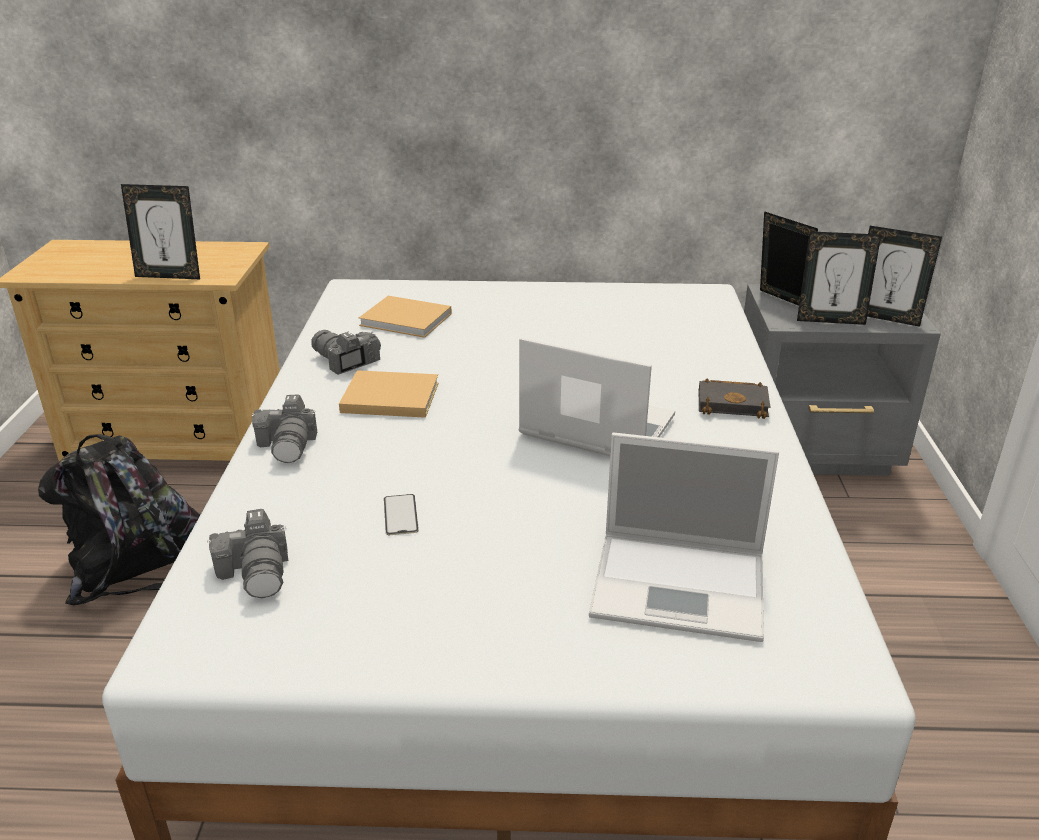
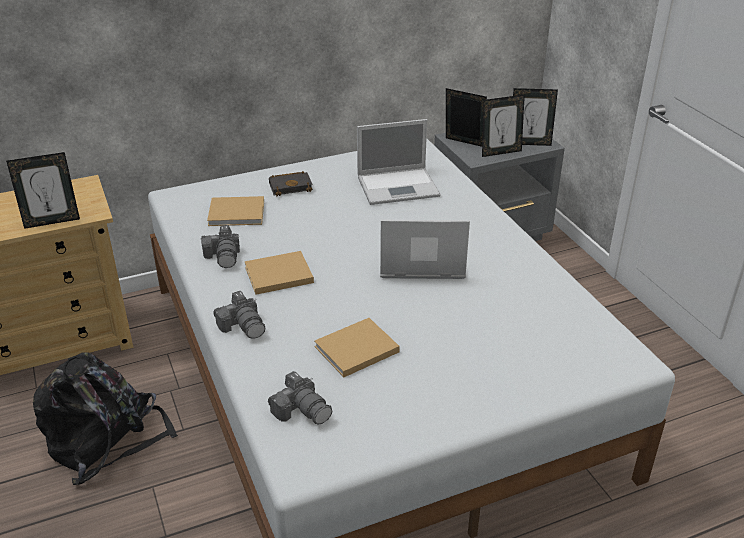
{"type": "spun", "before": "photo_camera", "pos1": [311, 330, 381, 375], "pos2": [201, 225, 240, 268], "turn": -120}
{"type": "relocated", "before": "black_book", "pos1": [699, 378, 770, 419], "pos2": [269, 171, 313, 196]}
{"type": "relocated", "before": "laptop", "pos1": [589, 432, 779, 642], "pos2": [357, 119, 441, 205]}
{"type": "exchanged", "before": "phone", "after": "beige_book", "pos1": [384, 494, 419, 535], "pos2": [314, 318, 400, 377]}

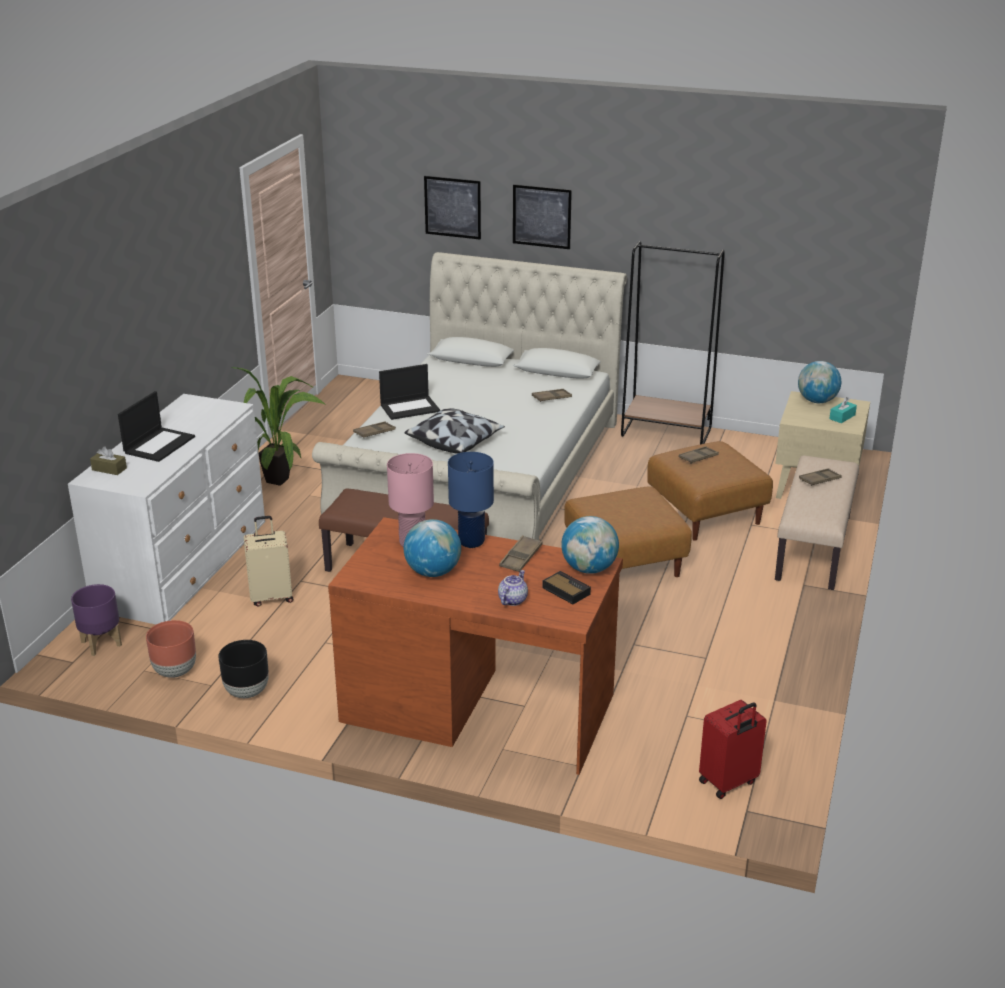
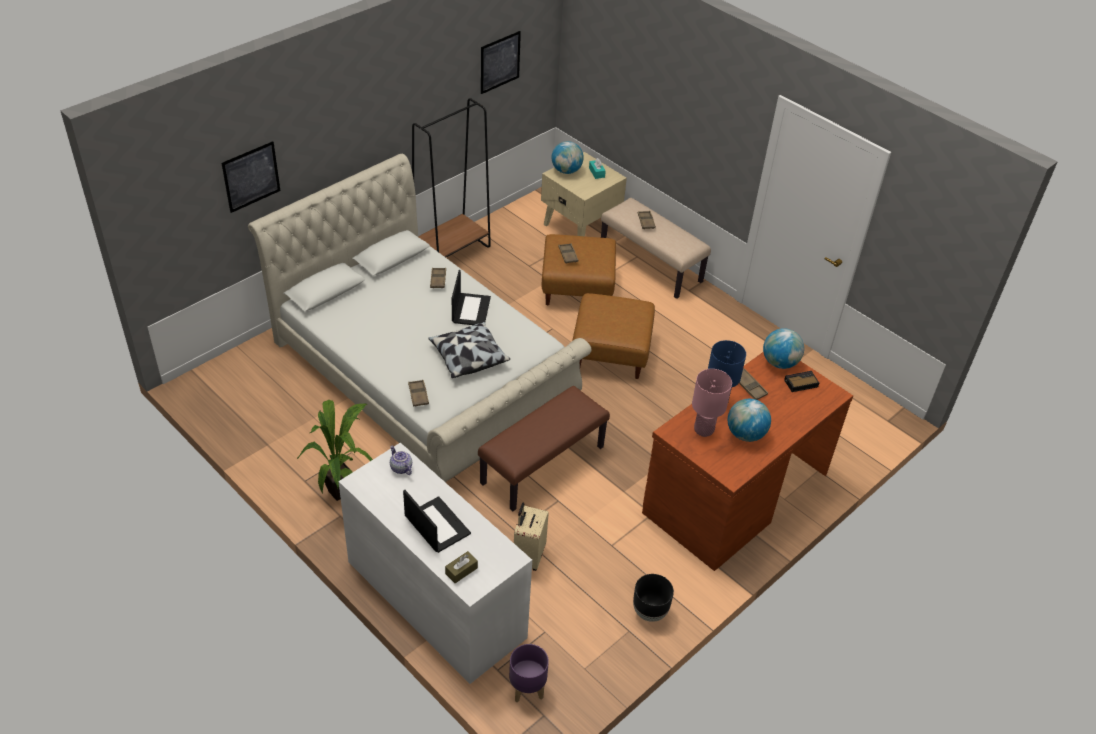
{"type": "relocated", "before": "picture", "pos1": [513, 184, 572, 249], "pos2": [481, 31, 521, 94]}
{"type": "relocated", "before": "laptop", "pos1": [379, 364, 440, 420], "pos2": [452, 270, 491, 325]}
{"type": "relocated", "before": "teapot", "pos1": [498, 570, 528, 606], "pos2": [390, 446, 412, 475]}
{"type": "missing", "before": "brown_planter", "pos1": [146, 620, 196, 678]}
{"type": "missing", "before": "red_suitcase", "pos1": [699, 700, 767, 799]}

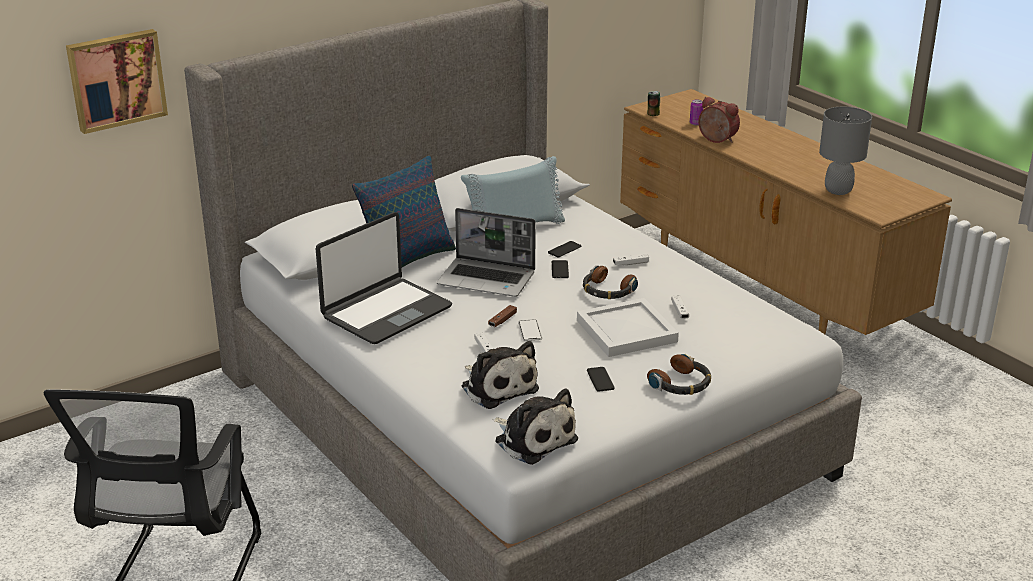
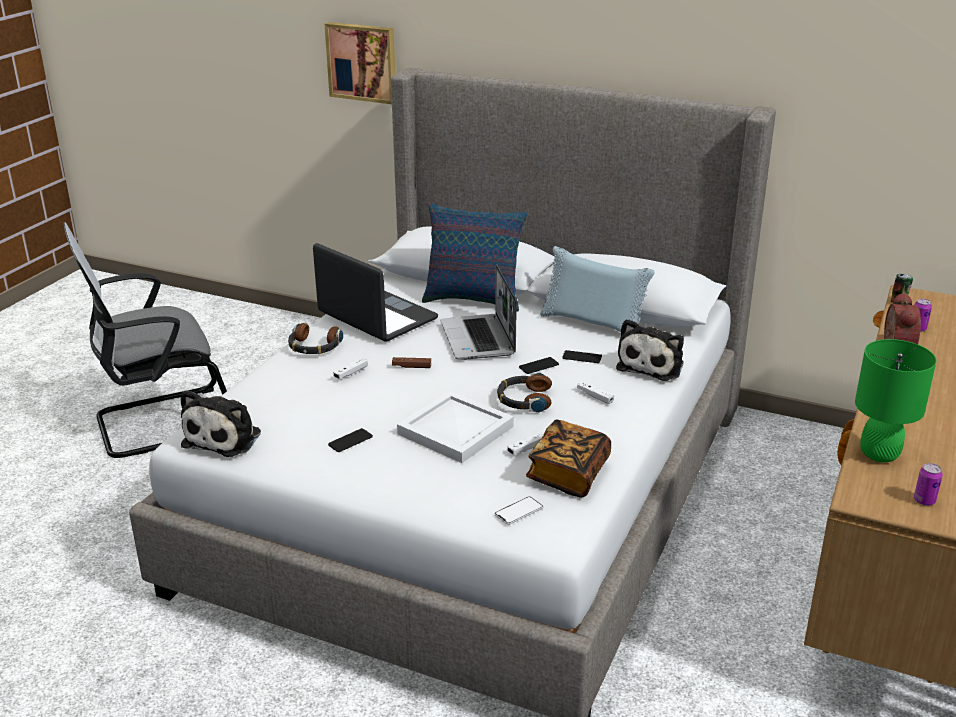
{"type": "colour", "before": "grey_table_lamp", "after": "green_table_lamp", "pos1": [819, 107, 872, 195], "pos2": [855, 339, 936, 463]}
{"type": "spun", "before": "laptop", "pos1": [316, 212, 452, 344], "pos2": [313, 243, 438, 342], "turn": -150}
{"type": "relocated", "before": "phone", "pos1": [518, 319, 542, 341], "pos2": [495, 496, 543, 525]}
{"type": "relocated", "before": "plush_toy", "pos1": [461, 341, 539, 409], "pos2": [616, 319, 684, 381]}
{"type": "relocated", "before": "headphones", "pos1": [647, 354, 711, 395], "pos2": [288, 323, 343, 354]}
{"type": "appeared", "after": "book", "pos2": [526, 419, 611, 497]}
{"type": "appeared", "after": "can", "pos2": [914, 463, 943, 506]}

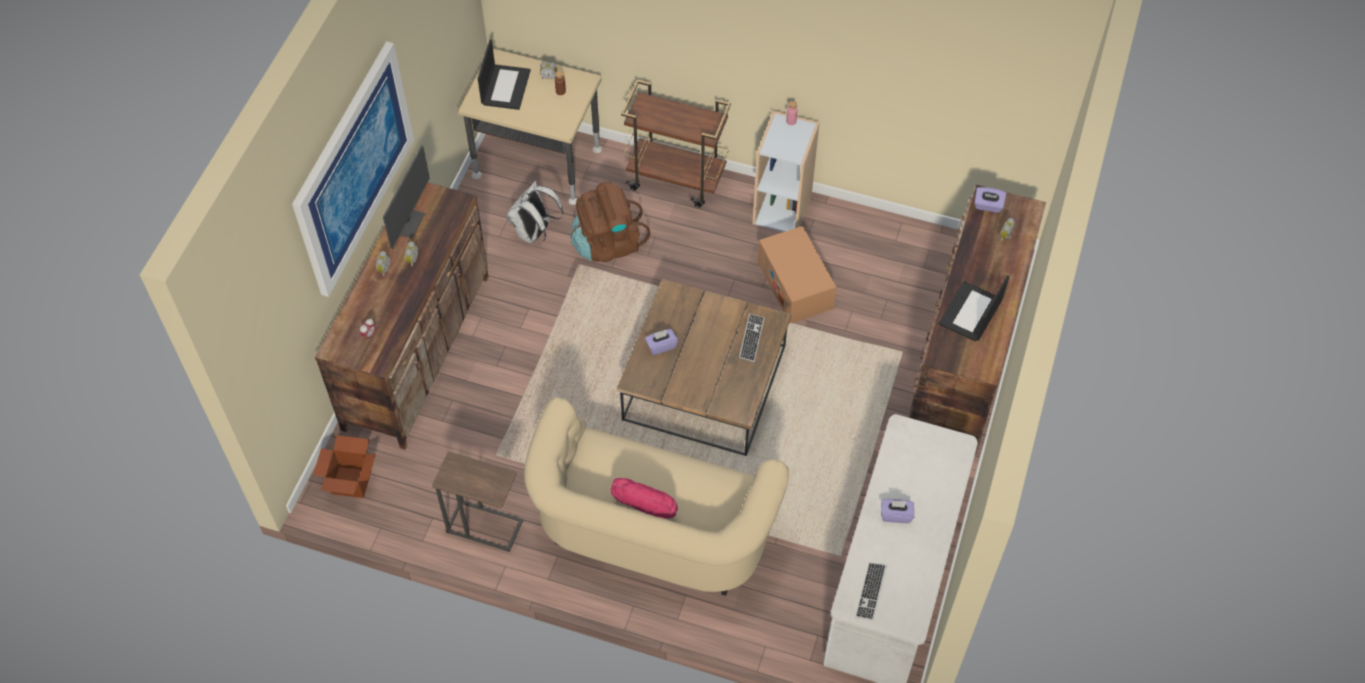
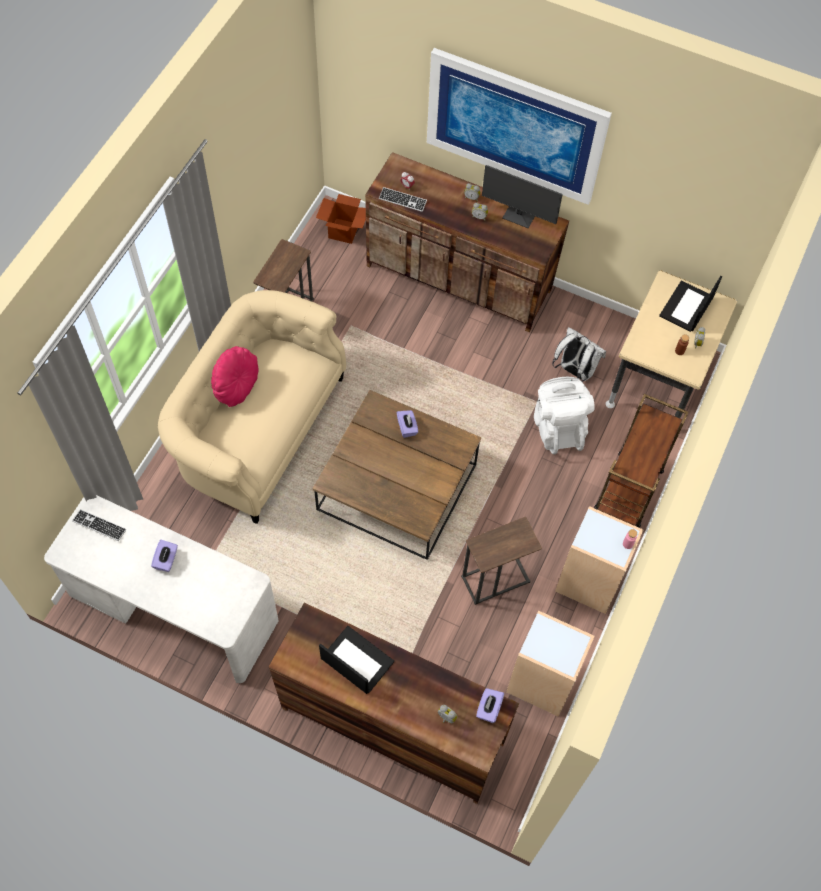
{"type": "spun", "before": "laptop", "pos1": [478, 40, 531, 110], "pos2": [659, 276, 722, 332], "turn": 105}
{"type": "colour", "before": "brown_backpack", "after": "white_backpack", "pos1": [570, 181, 650, 262], "pos2": [534, 377, 595, 454]}
{"type": "exchanged", "before": "cardboard_box", "after": "brown_side_table", "pos1": [758, 226, 836, 323], "pos2": [461, 517, 542, 605]}
{"type": "relocated", "before": "keyboard", "pos1": [739, 313, 764, 362], "pos2": [379, 187, 427, 212]}
{"type": "appeared", "after": "bookcase", "pos2": [506, 610, 595, 717]}

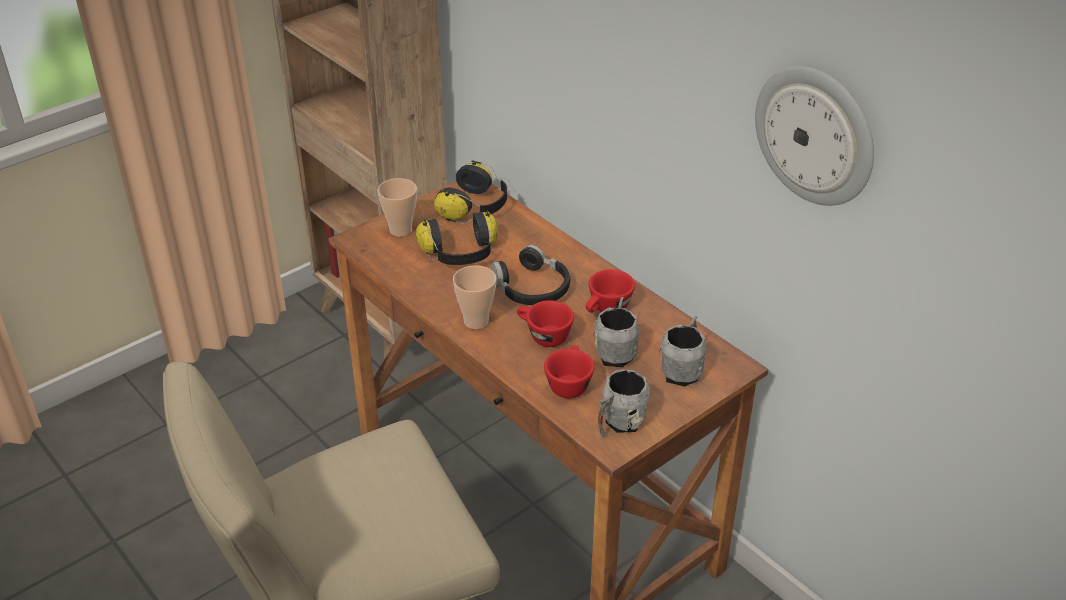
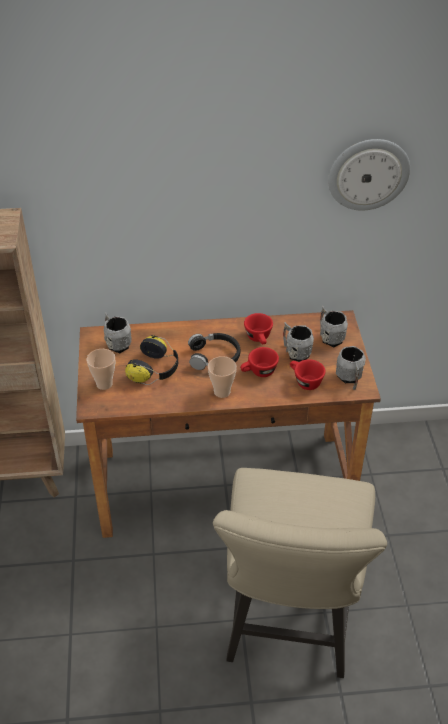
{"type": "exchanged", "before": "headphones", "after": "grey_mug", "pos1": [434, 160, 507, 224], "pos2": [104, 312, 132, 354]}

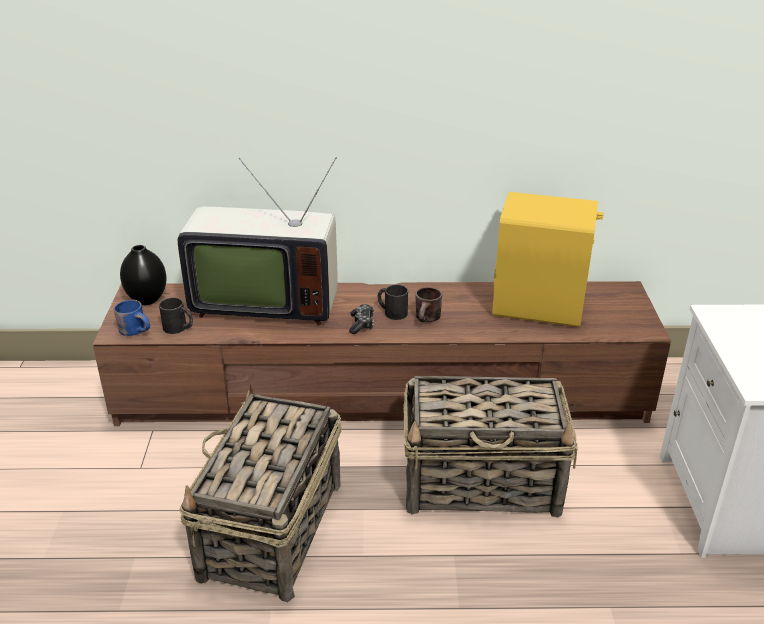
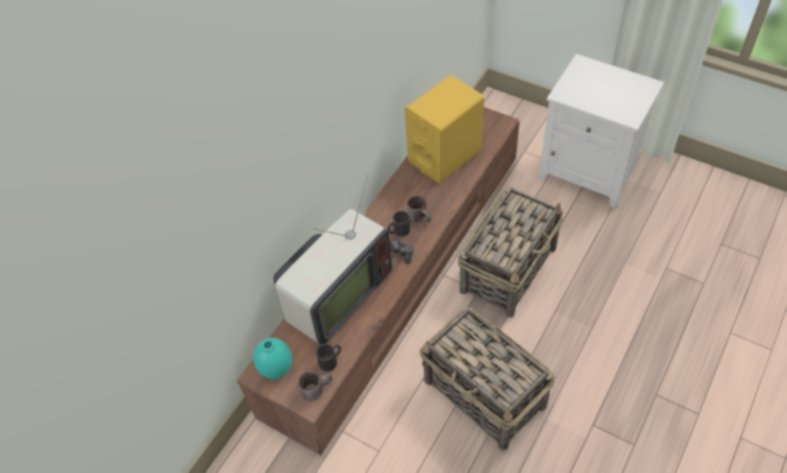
{"type": "colour", "before": "black_vase", "after": "turquoise_vase", "pos1": [120, 245, 166, 305], "pos2": [253, 338, 292, 379]}
{"type": "colour", "before": "blue_mug", "after": "brown_mug", "pos1": [114, 300, 150, 336], "pos2": [298, 371, 332, 400]}

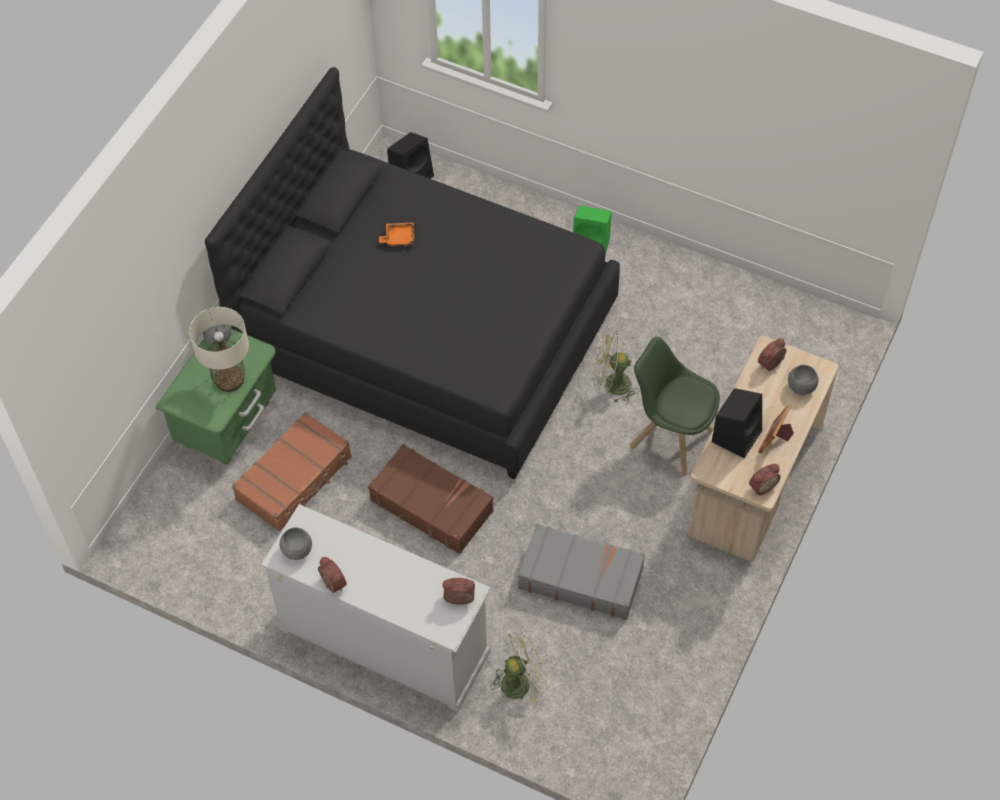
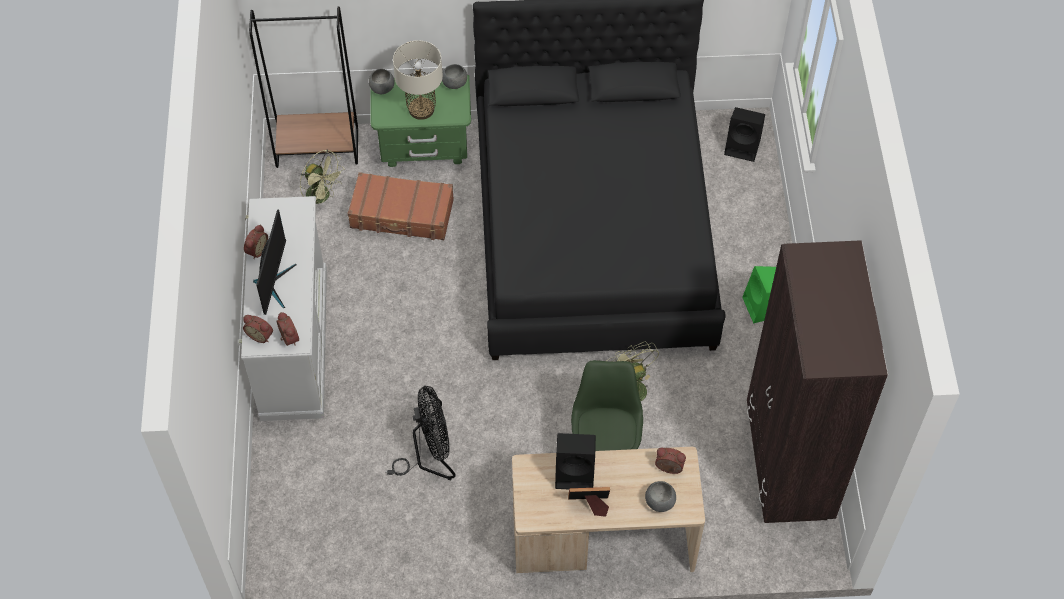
{"type": "missing", "before": "orange_tray", "pos1": [379, 222, 415, 246]}
{"type": "missing", "before": "brown_suitcase", "pos1": [368, 444, 494, 554]}
{"type": "relocated", "before": "alarm_clock", "pos1": [749, 464, 781, 495], "pos2": [243, 315, 273, 343]}
{"type": "exchanged", "before": "grey_suitcase", "after": "black_fan", "pos1": [518, 524, 645, 620], "pos2": [386, 386, 456, 481]}
{"type": "relocated", "before": "grey_bowl", "pos1": [280, 528, 312, 560], "pos2": [369, 69, 395, 94]}
{"type": "relocated", "before": "green_fan", "pos1": [490, 628, 549, 703], "pos2": [300, 149, 345, 204]}
{"type": "appeared", "after": "clothes_rack", "pos2": [249, 6, 358, 168]}
{"type": "appeared", "after": "monitor", "pos2": [253, 210, 296, 315]}
{"type": "appeared", "after": "brown_wardrobe", "pos2": [747, 240, 888, 523]}

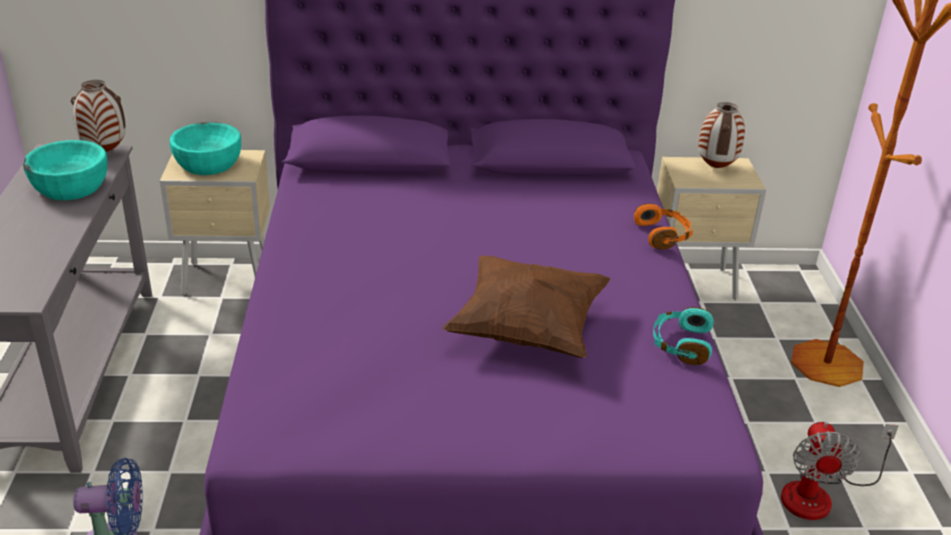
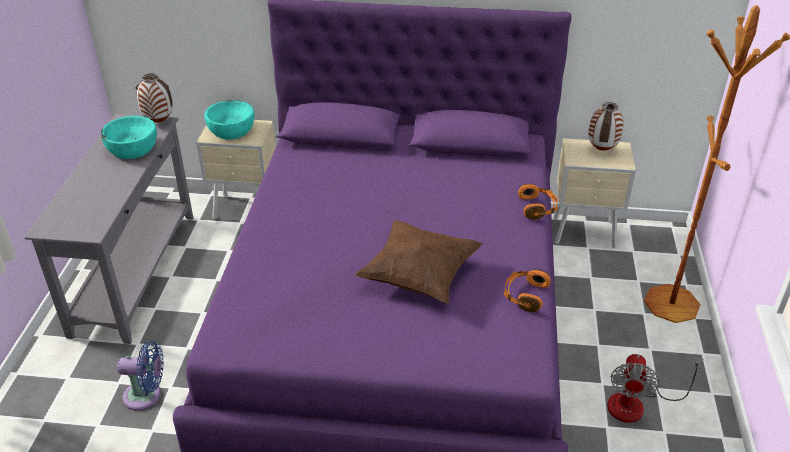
{"type": "colour", "before": "turquoise_headphones", "after": "orange_headphones", "pos1": [653, 307, 714, 365], "pos2": [504, 269, 551, 312]}

